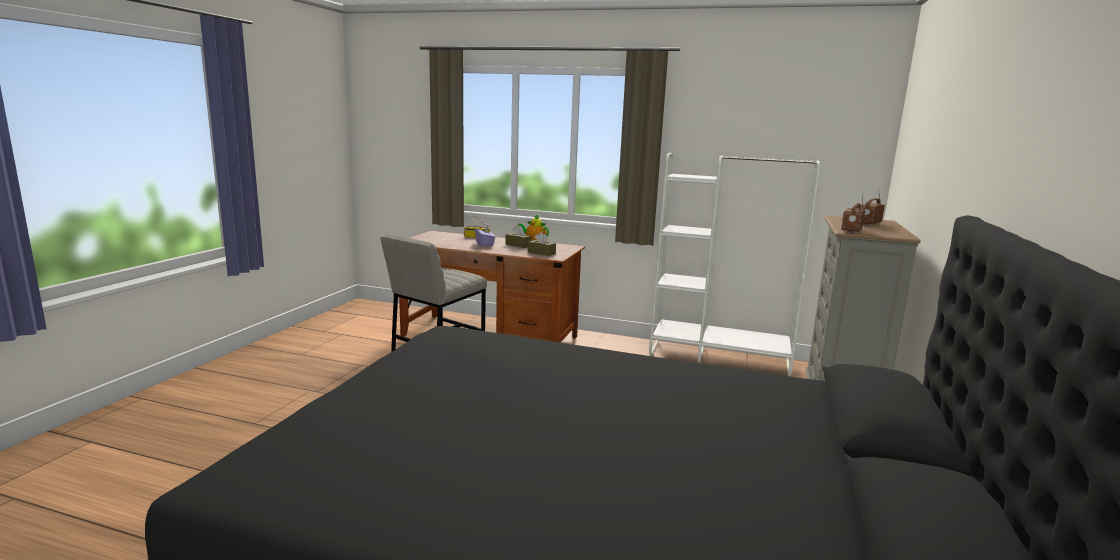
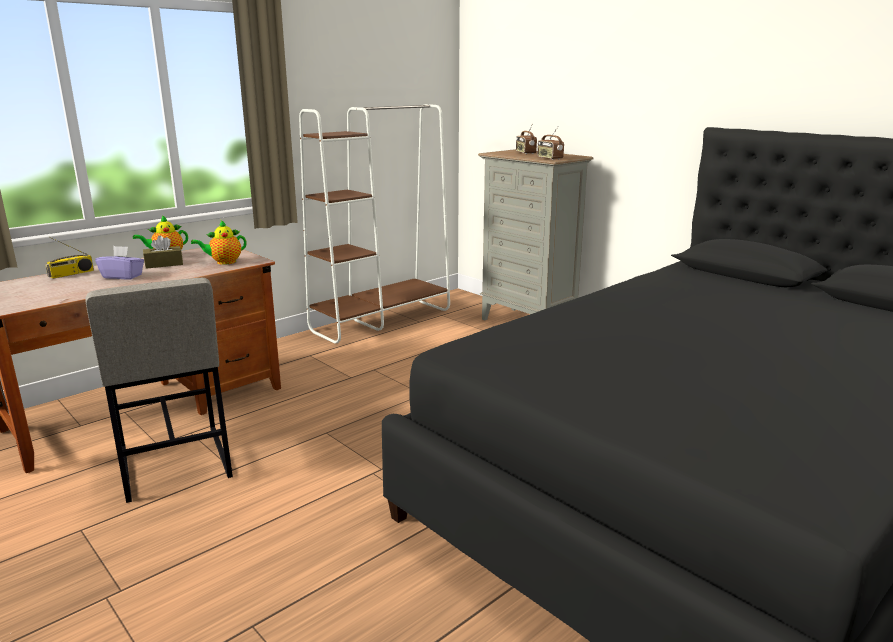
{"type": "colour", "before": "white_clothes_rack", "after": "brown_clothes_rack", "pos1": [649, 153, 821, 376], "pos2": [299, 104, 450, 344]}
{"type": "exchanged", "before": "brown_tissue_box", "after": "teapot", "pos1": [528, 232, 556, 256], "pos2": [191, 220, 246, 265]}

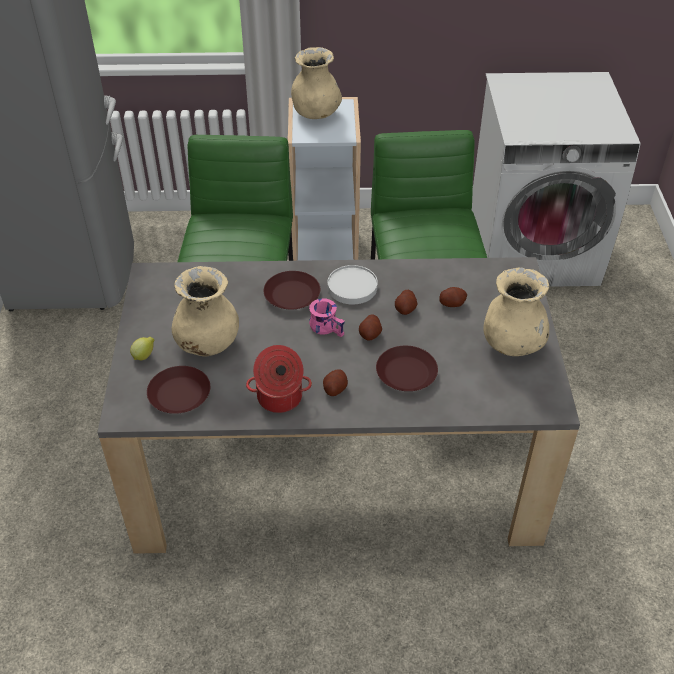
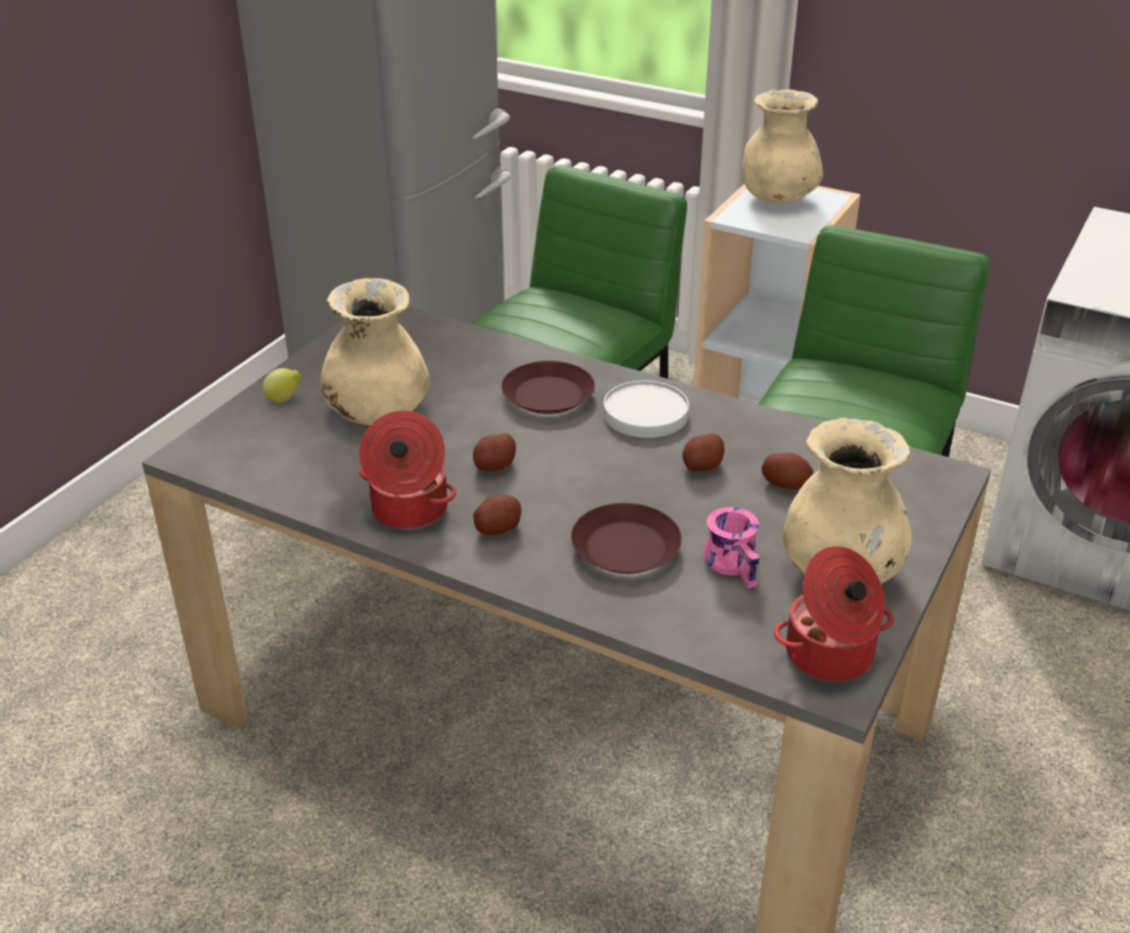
{"type": "relocated", "before": "pink_mug", "pos1": [309, 298, 345, 337], "pos2": [703, 507, 760, 589]}
{"type": "relocated", "before": "potato", "pos1": [359, 315, 382, 341], "pos2": [473, 433, 516, 471]}
{"type": "missing", "before": "brown_plate", "pos1": [147, 366, 210, 414]}
{"type": "appeared", "after": "cooking_pot", "pos2": [774, 546, 894, 682]}

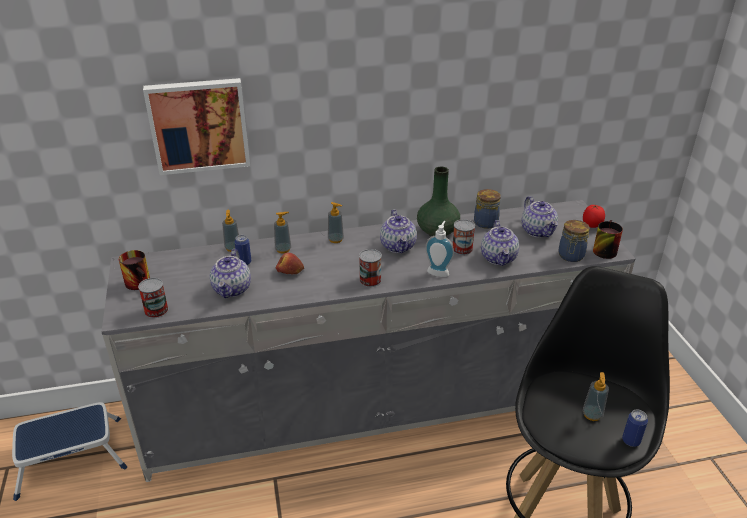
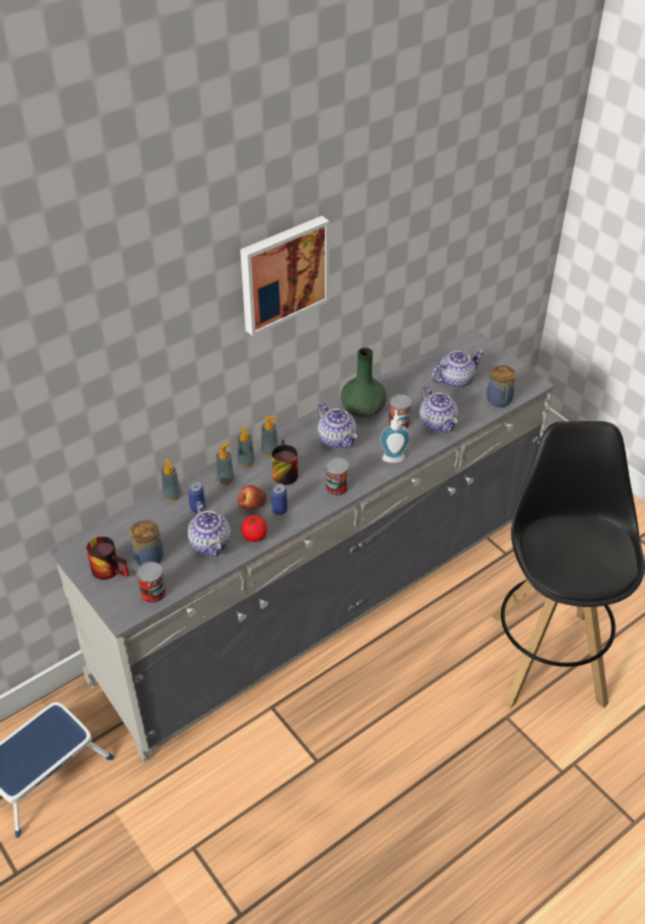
{"type": "relocated", "before": "picture", "pos1": [143, 78, 250, 175], "pos2": [240, 216, 329, 336]}
{"type": "relocated", "before": "jar", "pos1": [474, 189, 501, 229], "pos2": [130, 520, 164, 565]}
{"type": "spun", "before": "teapot", "pos1": [521, 196, 558, 238], "pos2": [431, 350, 484, 388], "turn": -75}
{"type": "relocated", "before": "tomato", "pos1": [583, 205, 605, 228], "pos2": [241, 515, 267, 542]}
{"type": "relocated", "before": "mug", "pos1": [593, 220, 623, 259], "pos2": [272, 440, 298, 485]}
{"type": "relocated", "before": "soap_dispenser", "pos1": [583, 372, 609, 421], "pos2": [237, 426, 255, 468]}
{"type": "relocated", "before": "can", "pos1": [622, 409, 648, 447], "pos2": [271, 484, 287, 515]}

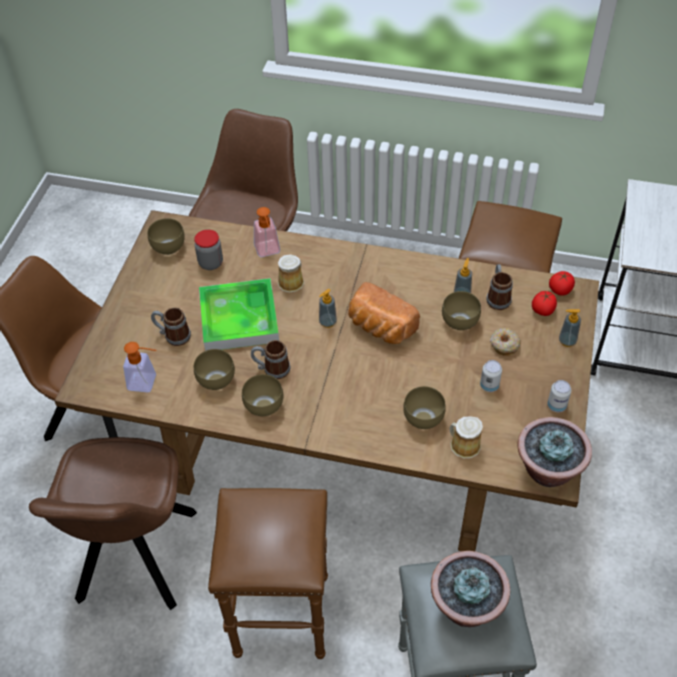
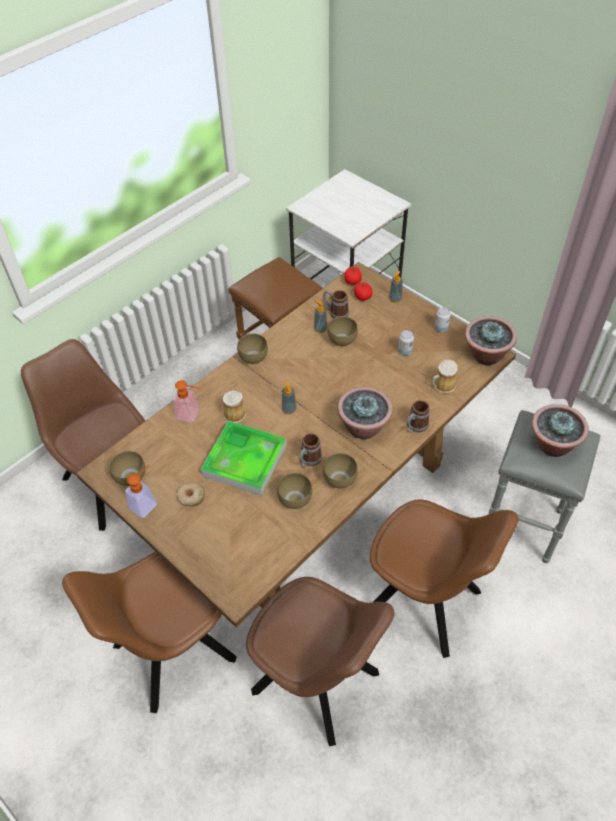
{"type": "missing", "before": "jar", "pos1": [194, 229, 223, 270]}
{"type": "missing", "before": "bread", "pos1": [348, 282, 420, 344]}
{"type": "relocated", "before": "mug", "pos1": [151, 307, 191, 346], "pos2": [407, 400, 430, 433]}
{"type": "relocated", "before": "donut", "pos1": [490, 328, 521, 356], "pos2": [177, 483, 205, 507]}
{"type": "relocated", "before": "soap_dispenser", "pos1": [123, 342, 156, 392], "pos2": [125, 465, 157, 518]}
{"type": "relocated", "before": "brown_bowl", "pos1": [403, 386, 446, 429], "pos2": [237, 333, 268, 364]}
{"type": "exchanged", "before": "brown_stool", "after": "brown_chair", "pos1": [208, 488, 328, 659], "pos2": [370, 499, 518, 658]}
{"type": "appeared", "after": "potted_plant", "pos2": [337, 387, 393, 439]}

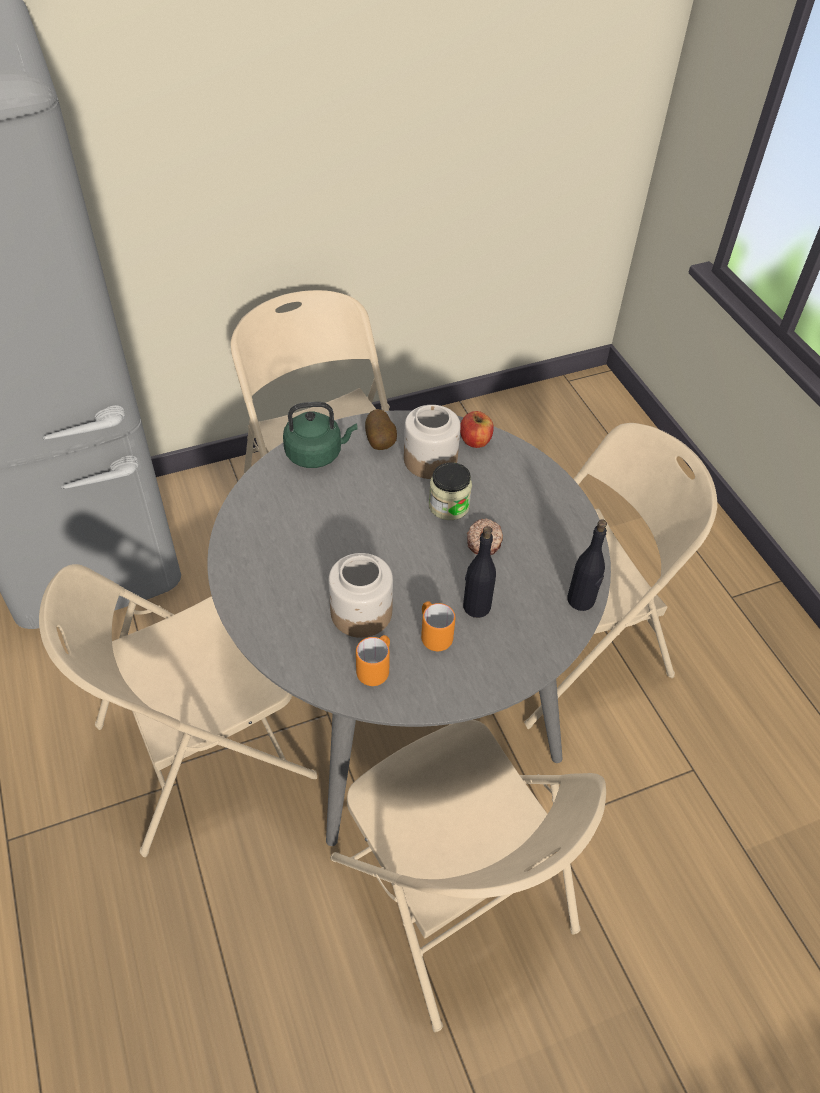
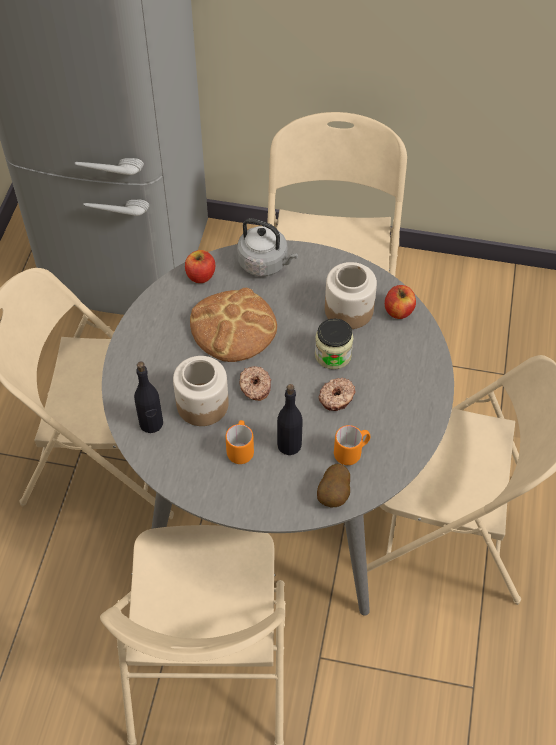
{"type": "colour", "before": "green_kettle", "after": "grey_kettle", "pos1": [283, 402, 358, 468], "pos2": [237, 218, 298, 276]}
{"type": "relocated", "before": "potato", "pos1": [365, 409, 397, 450], "pos2": [317, 464, 350, 507]}
{"type": "relocated", "before": "black_bottle", "pos1": [567, 520, 607, 611], "pos2": [134, 361, 163, 433]}
{"type": "relocated", "before": "orange_mug", "pos1": [356, 635, 390, 686], "pos2": [334, 425, 370, 465]}
{"type": "appeared", "after": "apple", "pos2": [185, 250, 215, 283]}
{"type": "appeared", "after": "bread", "pos2": [190, 287, 277, 362]}
{"type": "appeared", "after": "donut", "pos2": [239, 366, 271, 401]}

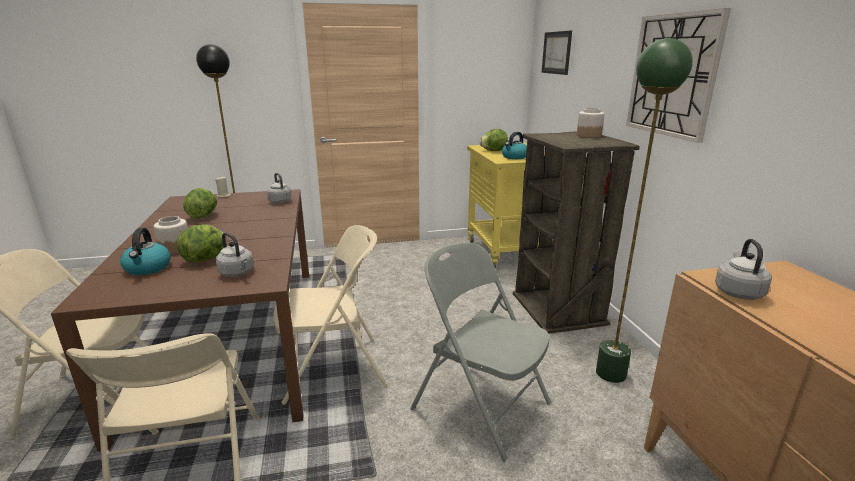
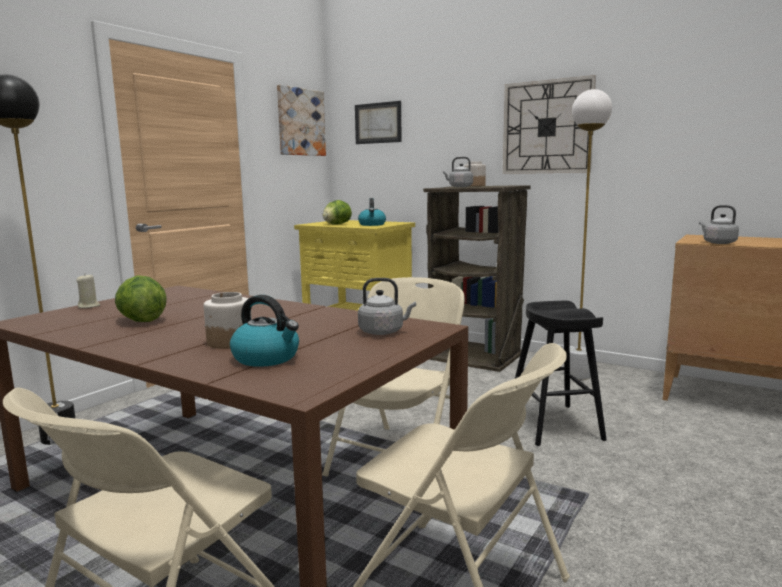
{"type": "colour", "before": "green_floor_lamp", "after": "white_floor_lamp", "pos1": [596, 38, 693, 383], "pos2": [564, 89, 612, 380]}
{"type": "relocated", "before": "grey_kettle", "pos1": [267, 173, 292, 203], "pos2": [443, 157, 473, 187]}
{"type": "missing", "before": "lettuce", "pos1": [177, 224, 227, 262]}
{"type": "exchanged", "before": "grey_chair", "after": "black_stool", "pos1": [410, 243, 551, 462], "pos2": [515, 301, 607, 446]}
{"type": "appeared", "after": "picture", "pos2": [277, 84, 326, 156]}

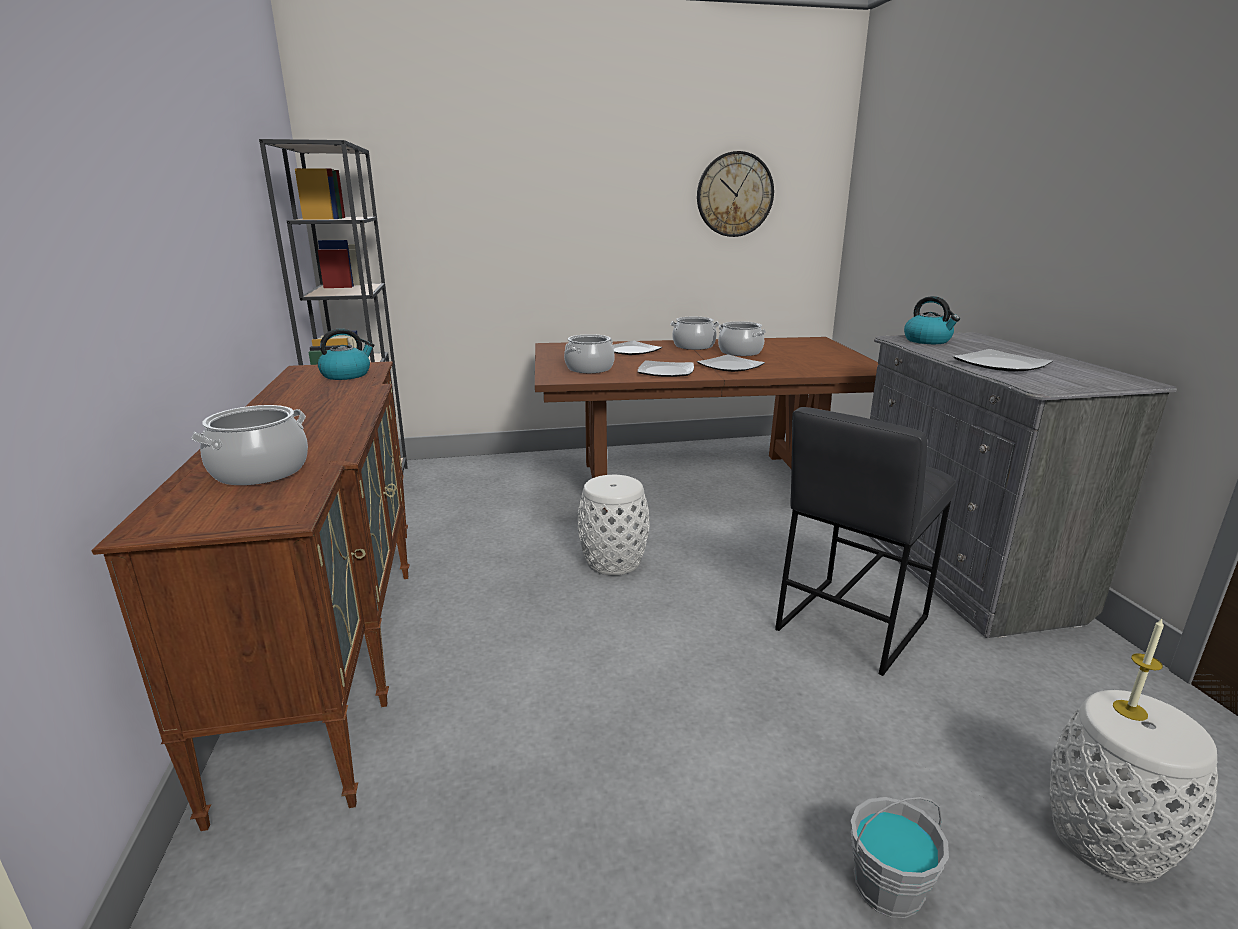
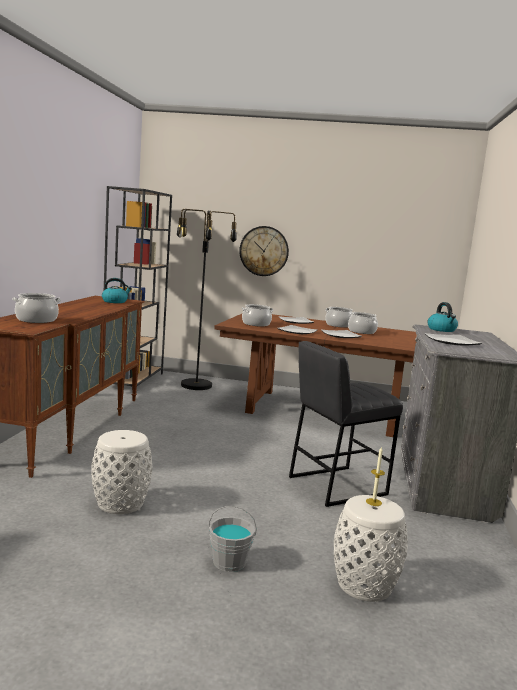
{"type": "relocated", "before": "wall_clock", "pos1": [697, 151, 774, 237], "pos2": [239, 226, 289, 276]}
{"type": "relocated", "before": "white_stool", "pos1": [577, 475, 650, 575], "pos2": [91, 430, 152, 514]}
{"type": "appeared", "after": "floor_lamp", "pos2": [177, 209, 237, 390]}

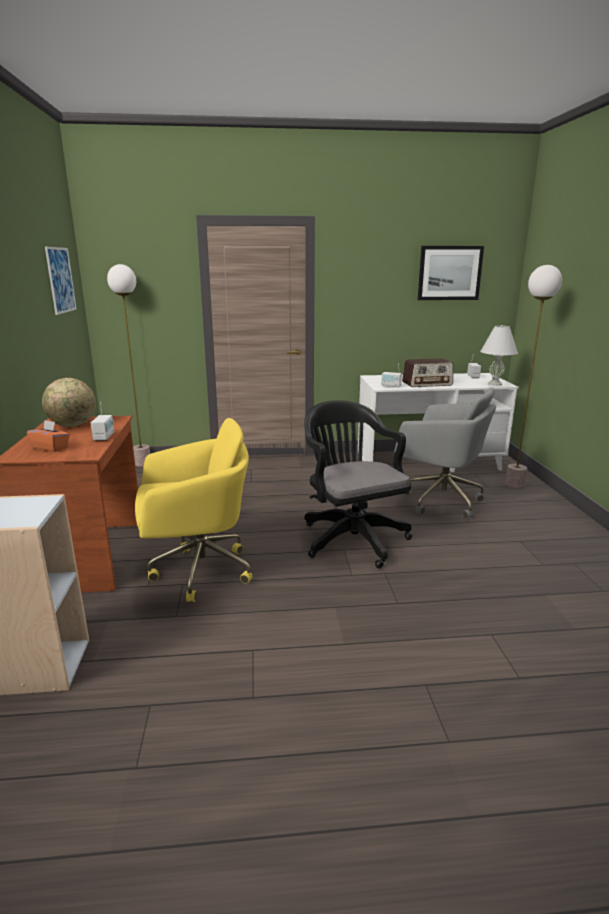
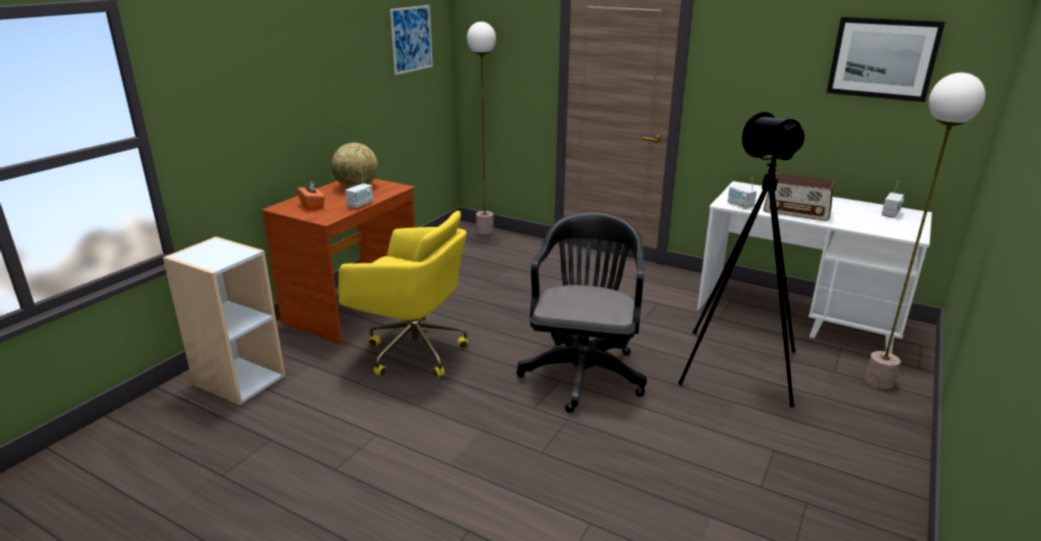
{"type": "missing", "before": "white_table_lamp", "pos1": [480, 325, 518, 386]}
{"type": "exchanged", "before": "grey_office_chair", "after": "black_floor_lamp", "pos1": [394, 388, 496, 519], "pos2": [678, 112, 805, 407]}

